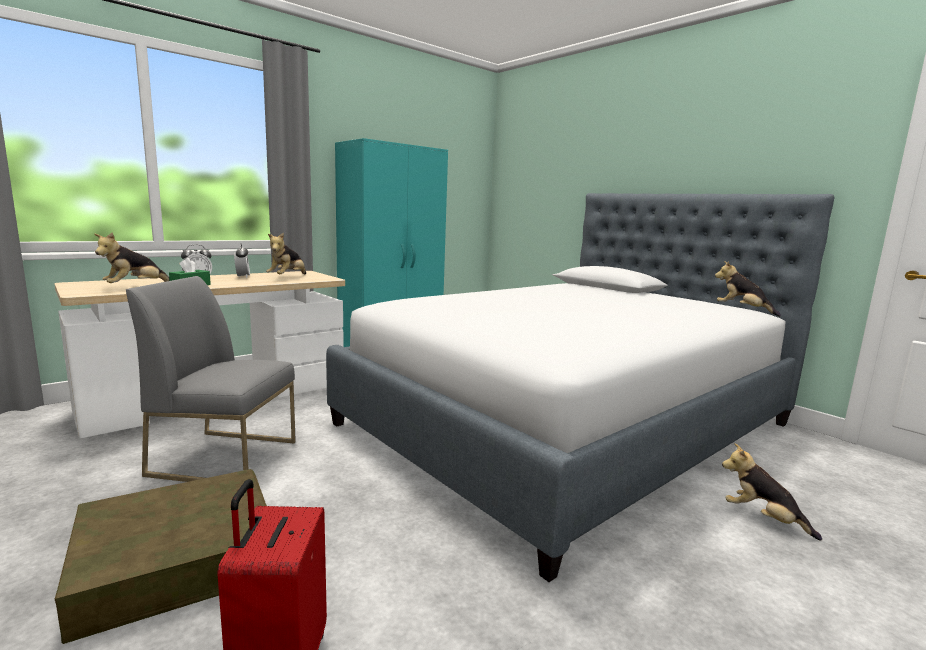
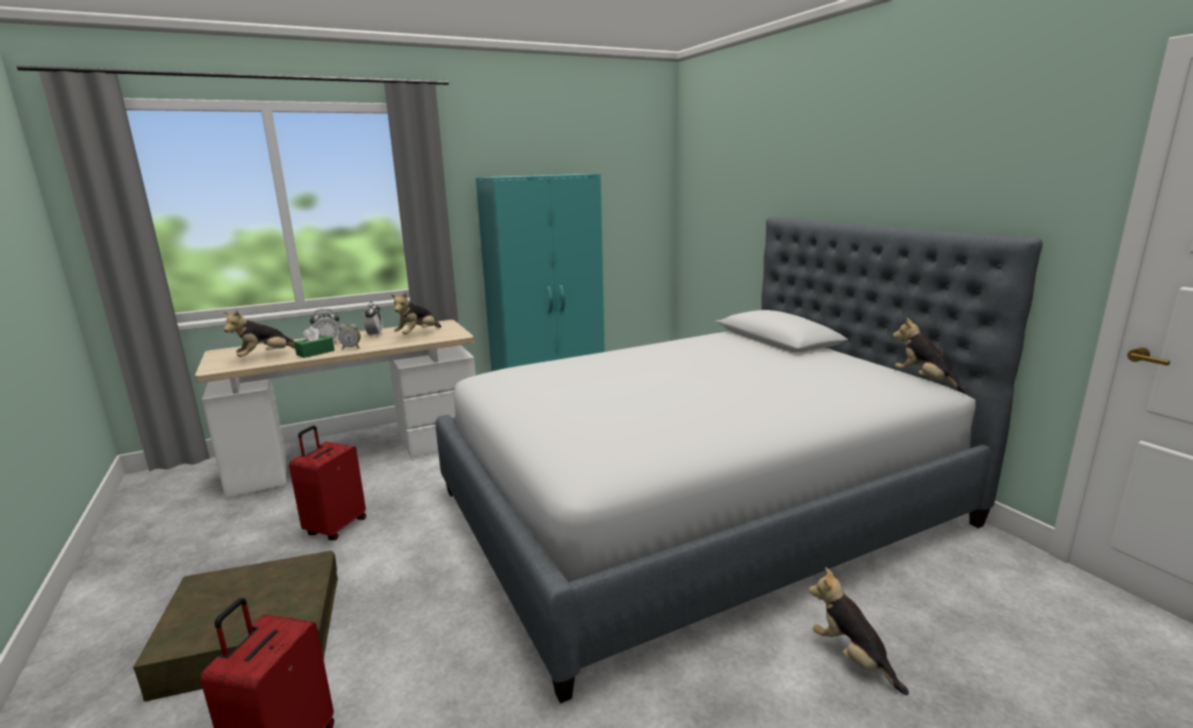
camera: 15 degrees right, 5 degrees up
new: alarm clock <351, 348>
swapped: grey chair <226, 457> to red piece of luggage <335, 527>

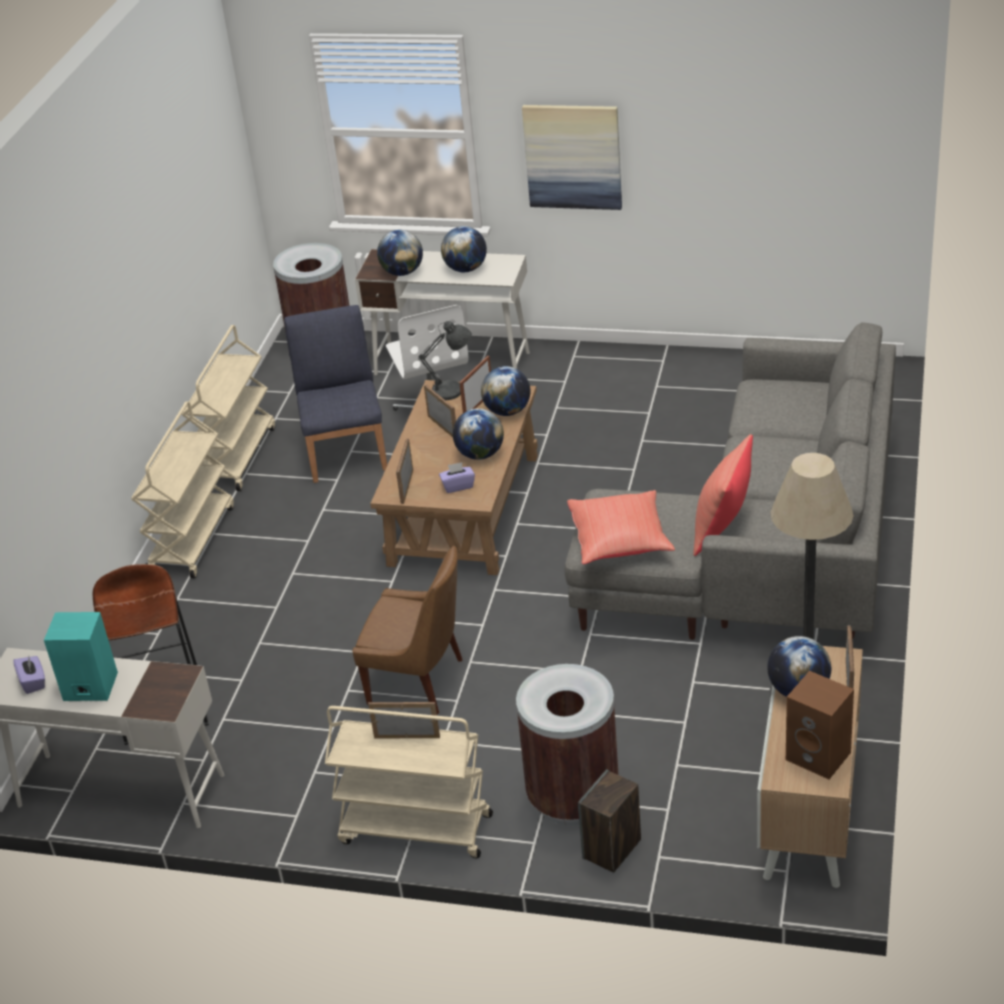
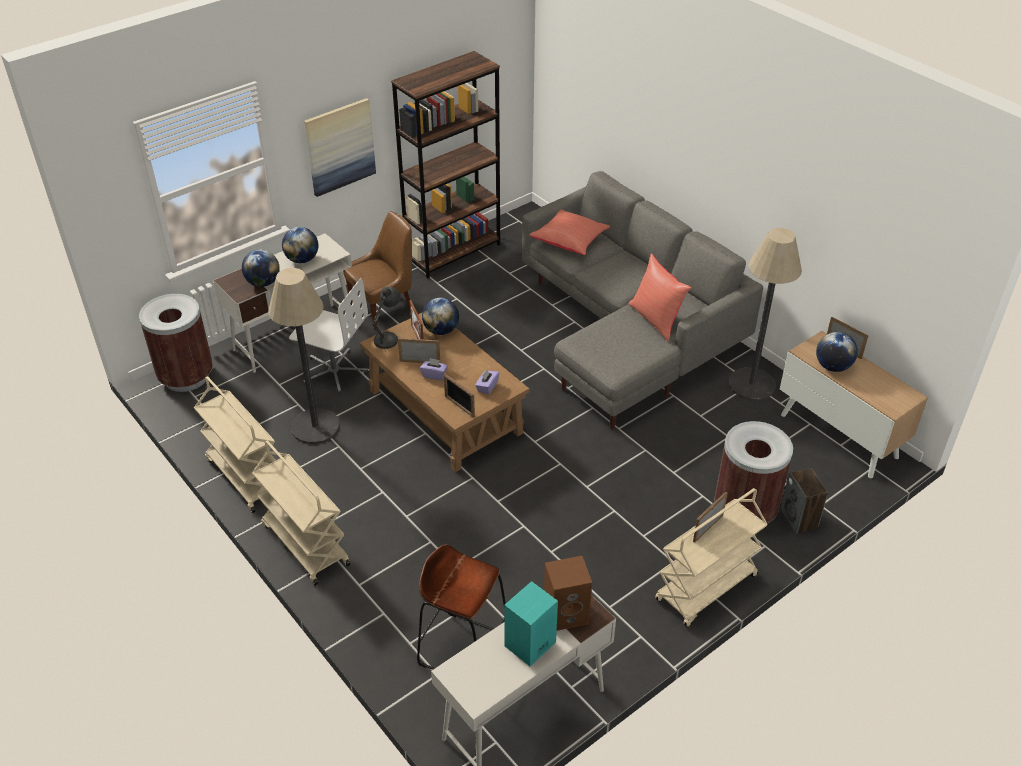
camera: 55 degrees left, 5 degrees up
gone: desk globe <480, 454>
new: brown-coloured bookshelf <453, 252>
shifted: red cushion <620, 542> to <570, 241>; brown-coloured chair <419, 682> to <384, 308>; purple box of tissues <33, 682> to <434, 375>; brown-coloured speaker <820, 756> to <566, 613>
swapped: blue-coloured chair <346, 451> to standing lamp <315, 426>

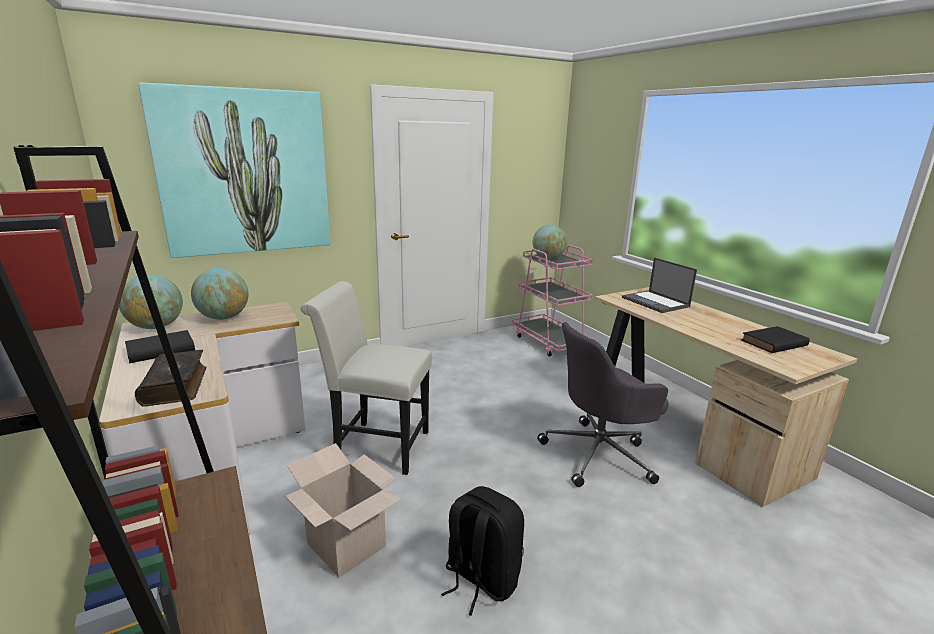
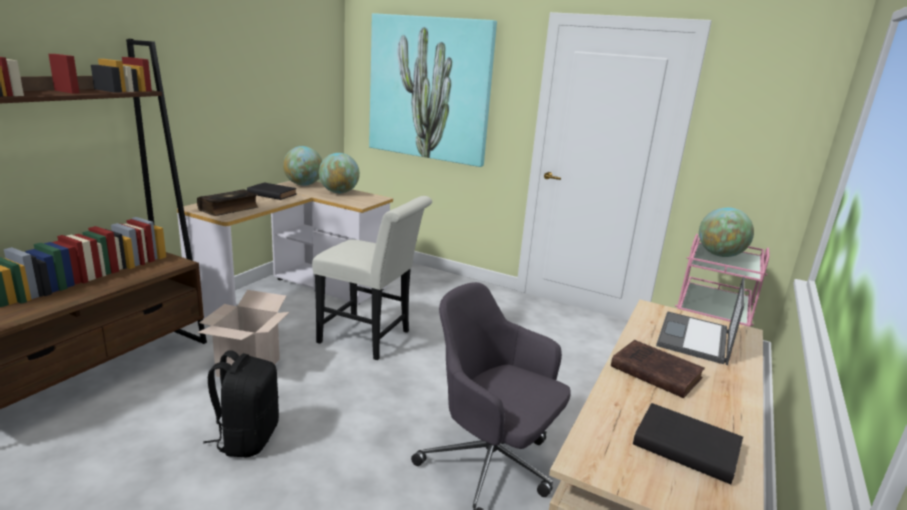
camera: 55 degrees right, 0 degrees up
new: brown-coloured volume <653, 372>
rotated: white-coloured chair <375, 446> = <370, 338> 135 degrees clockwise

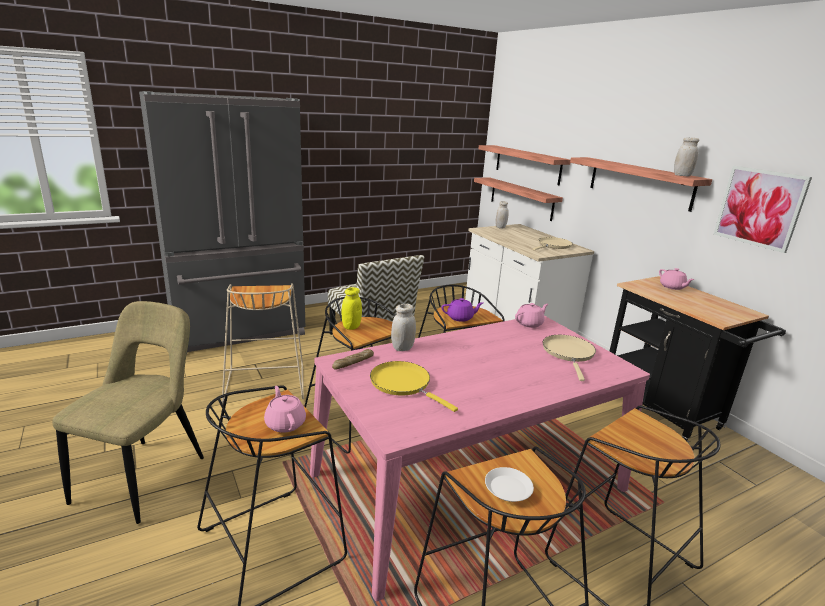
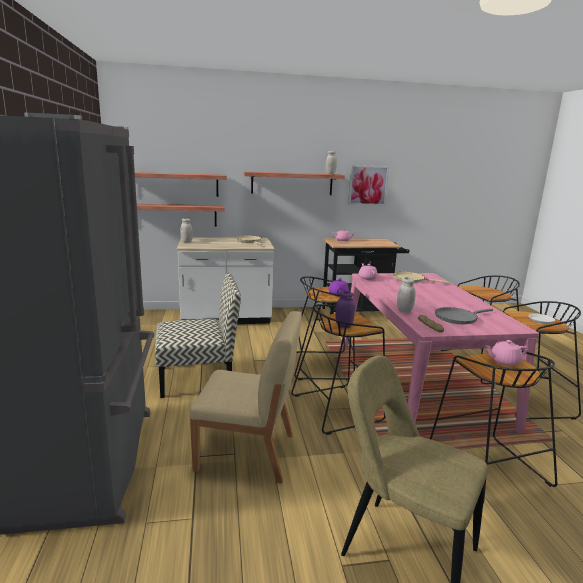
camera: 70 degrees left, 5 degrees down
swapped: sand-coloured stool seat <264, 383> to sand-coloured chair <247, 453>
repainted: yellow-coloured preserve jar <351, 327> to purple preserve jar <343, 326>; yellow-coloured pan <403, 384> to grey pan <457, 318>

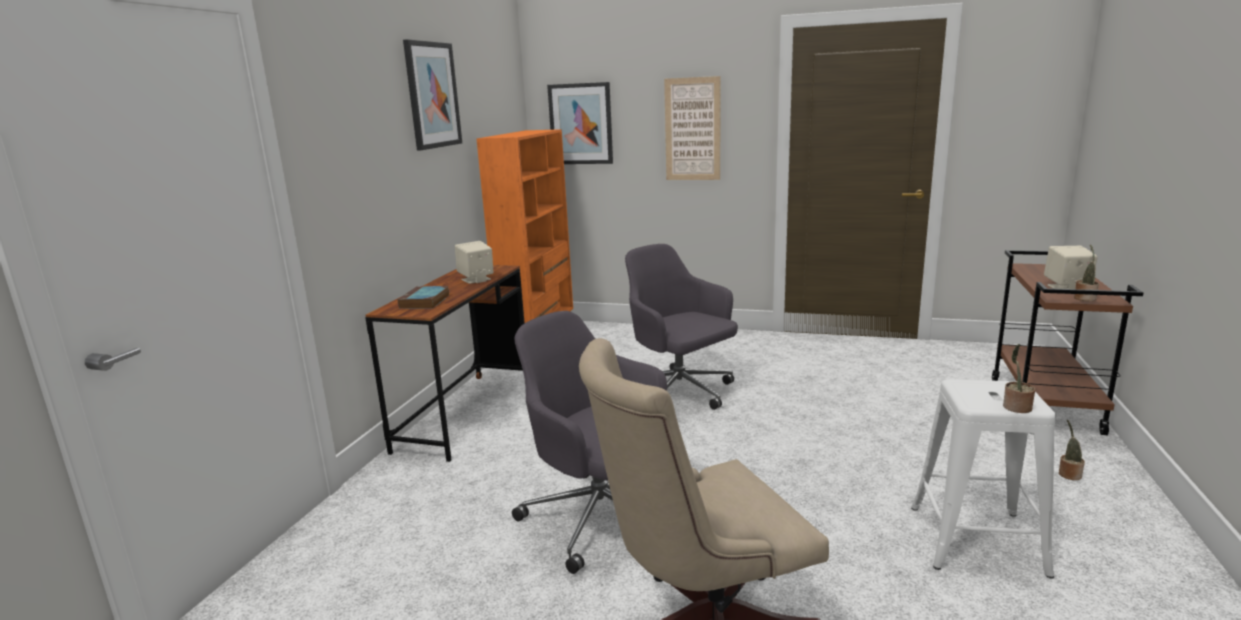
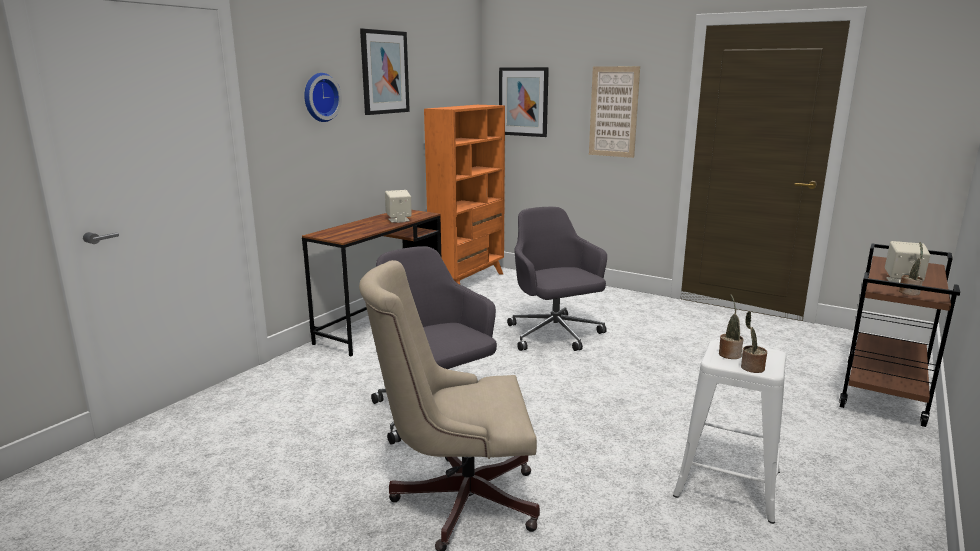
camera: 15 degrees right, 0 degrees up
gone: volume <425, 302>
new: hanging clock <319, 97>
shifted: potted plant <1068, 474> to <729, 354>

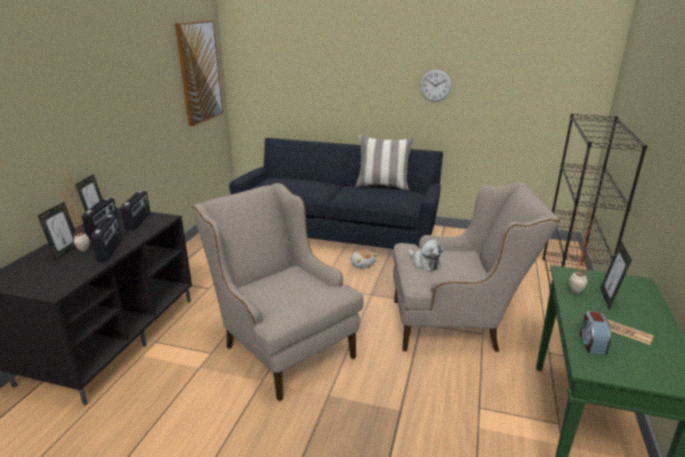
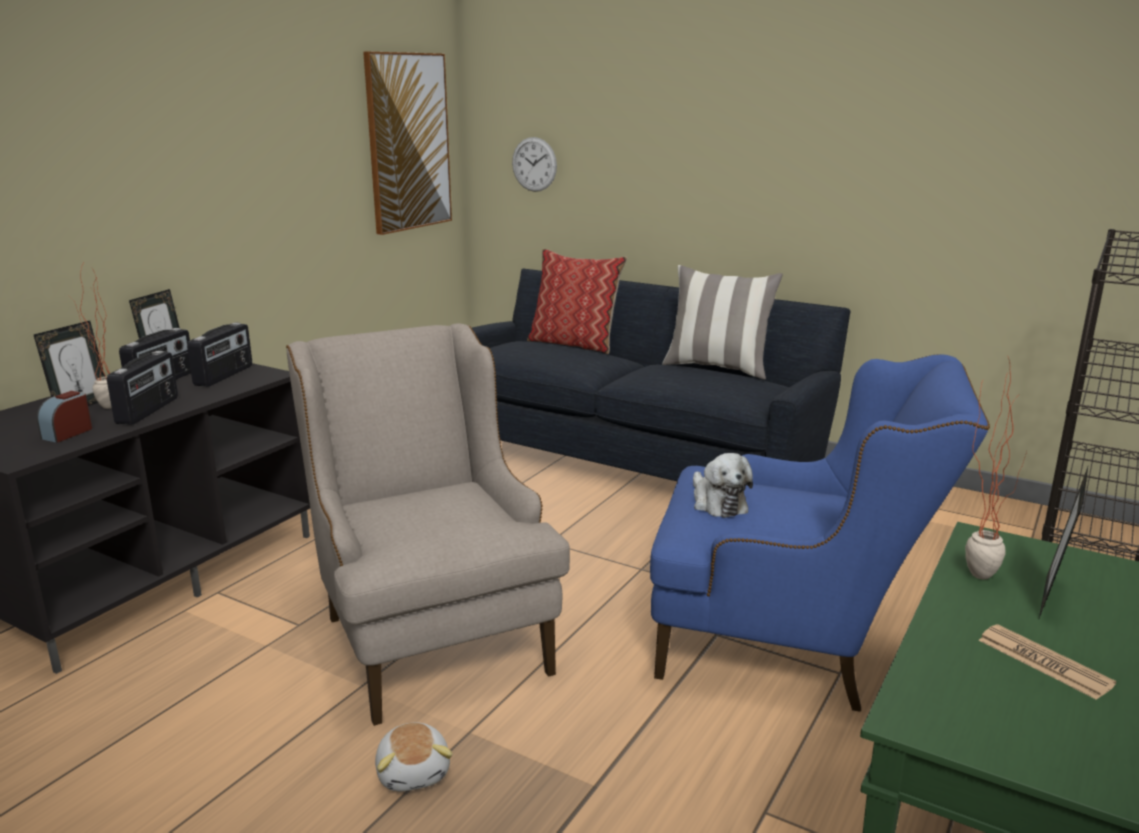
camera: 15 degrees right, 5 degrees down
new: cushion <575, 344>
shifted: hanging clock <435, 85> to <534, 164>; plush toy <362, 264> to <414, 772>; alarm clock <592, 343> to <67, 433>
repainted: sand-coloured lounge chair <456, 324> to blue-coloured lounge chair <790, 646>

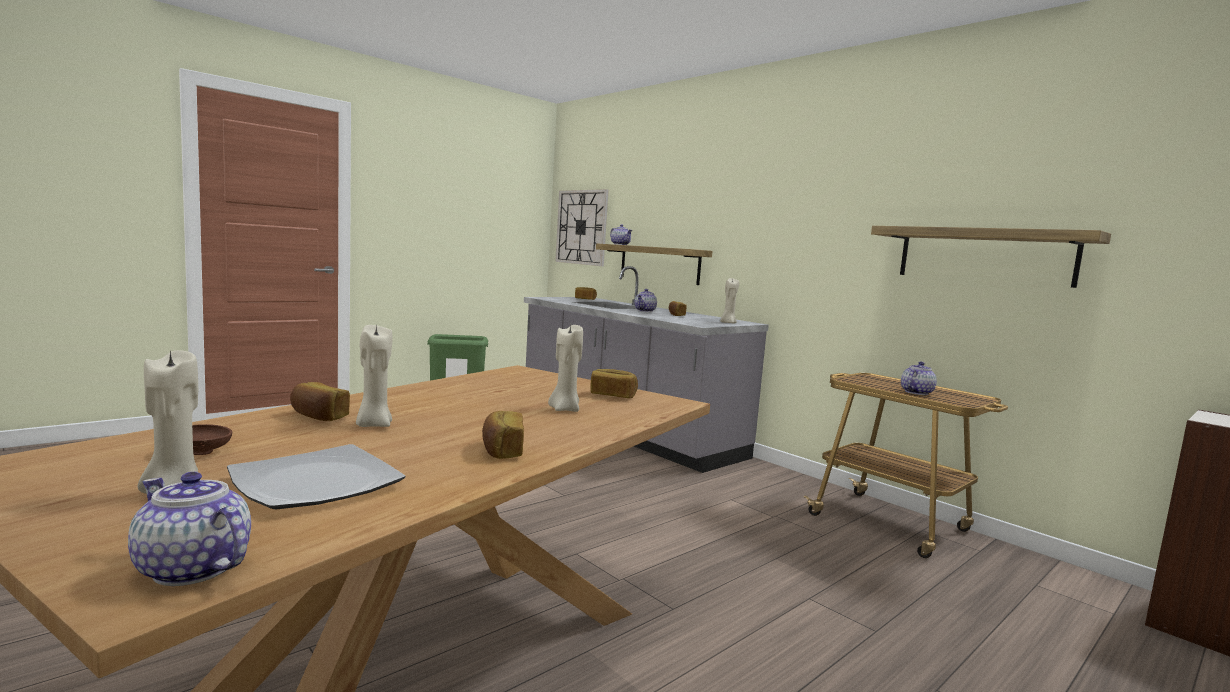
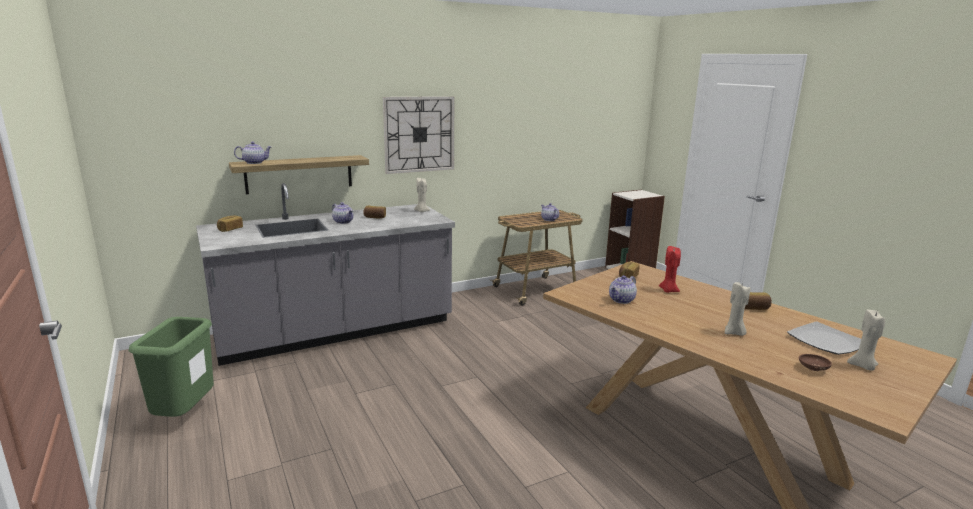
camera: 75 degrees left, 10 degrees up
gone: shelf <984, 255>; bakery bread <318, 416>
shifted: hanging clock <581, 227> to <419, 134>; tea pot <191, 568> to <622, 300>
repainted: sand-coloured wax candle <564, 409> to red wax candle <668, 290>

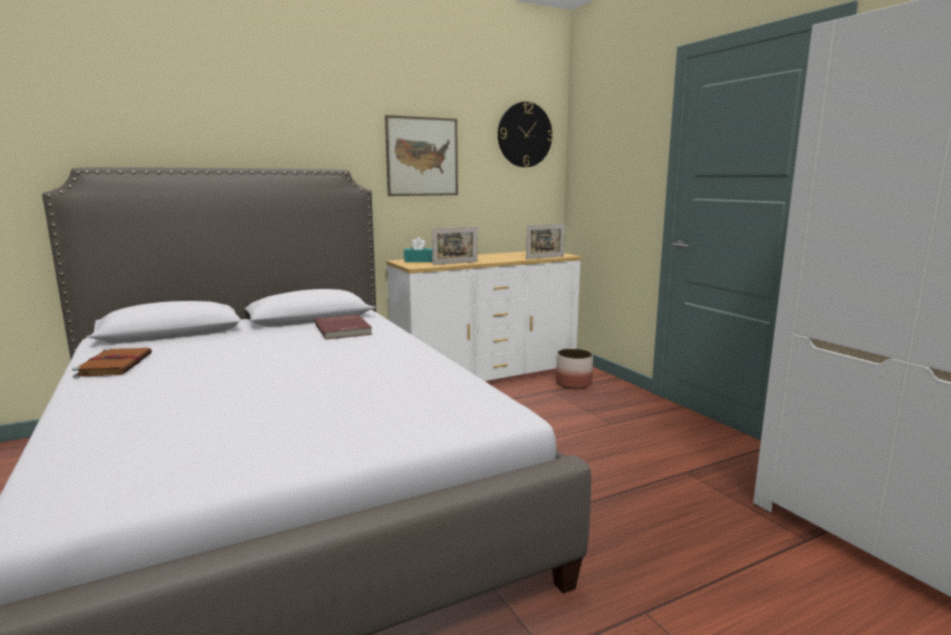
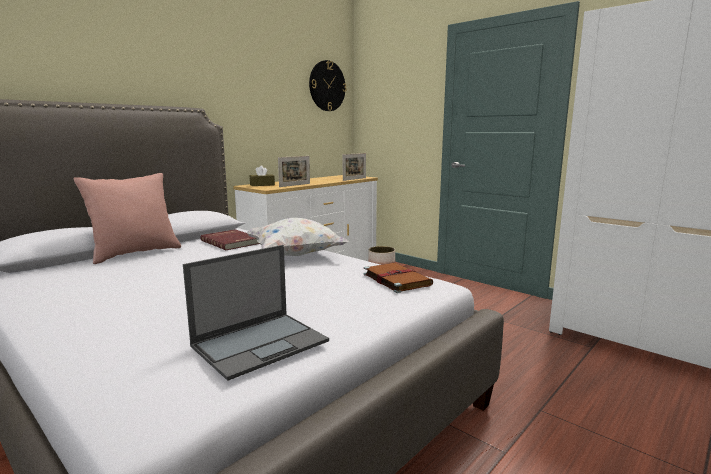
camera: 20 degrees left, 0 degrees up
gone: picture <422, 157>
new: pink-coloured cushion <135, 253>; white-coloured cushion <296, 255>; laptop <261, 343>
shifted: brown-coloured volume <115, 365> to <395, 279>
repainted: turquoise-coloured box of tissues <418, 261> to brown-coloured box of tissues <262, 185>

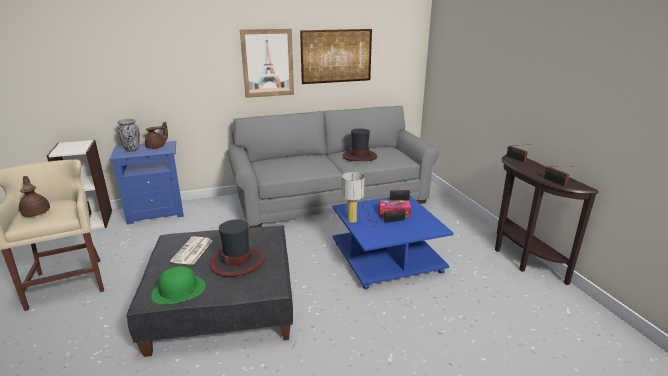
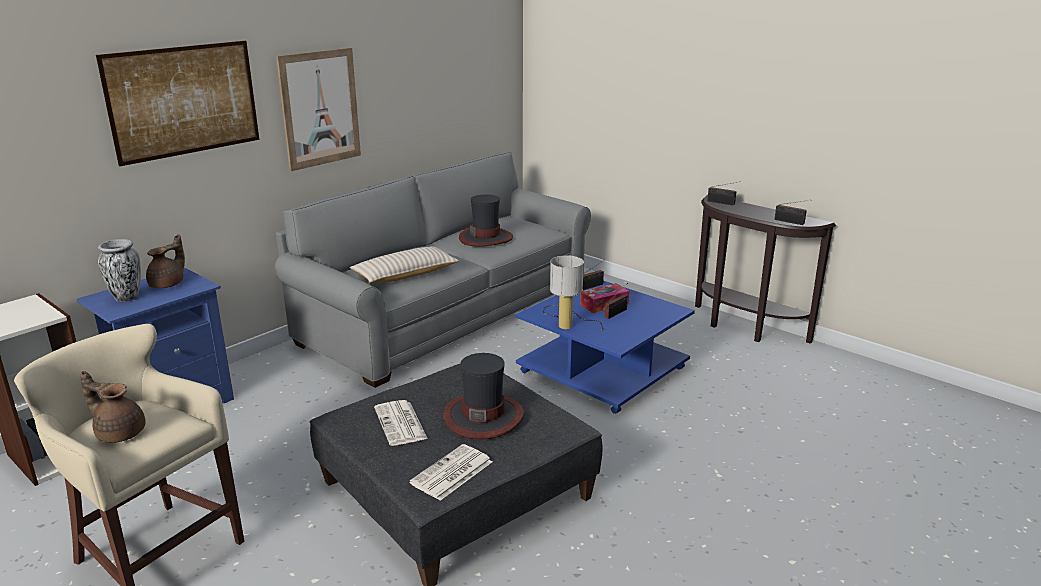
camera: 30 degrees left, 0 degrees up
new: sand-coloured cushion <405, 275>
shifted: picture <336, 56> to <184, 100>
swapped: greenish hat <178, 290> to newspaper <451, 473>

